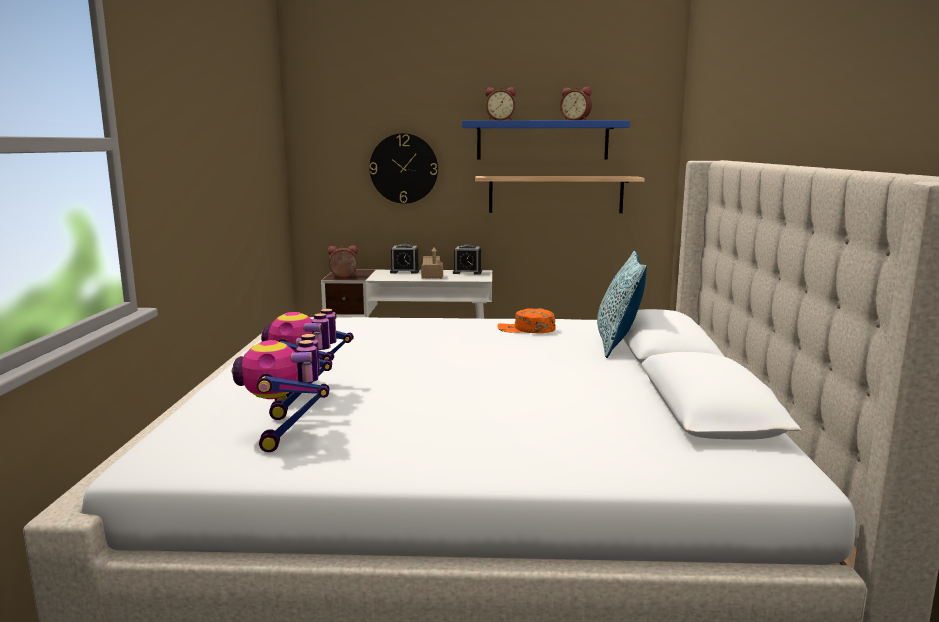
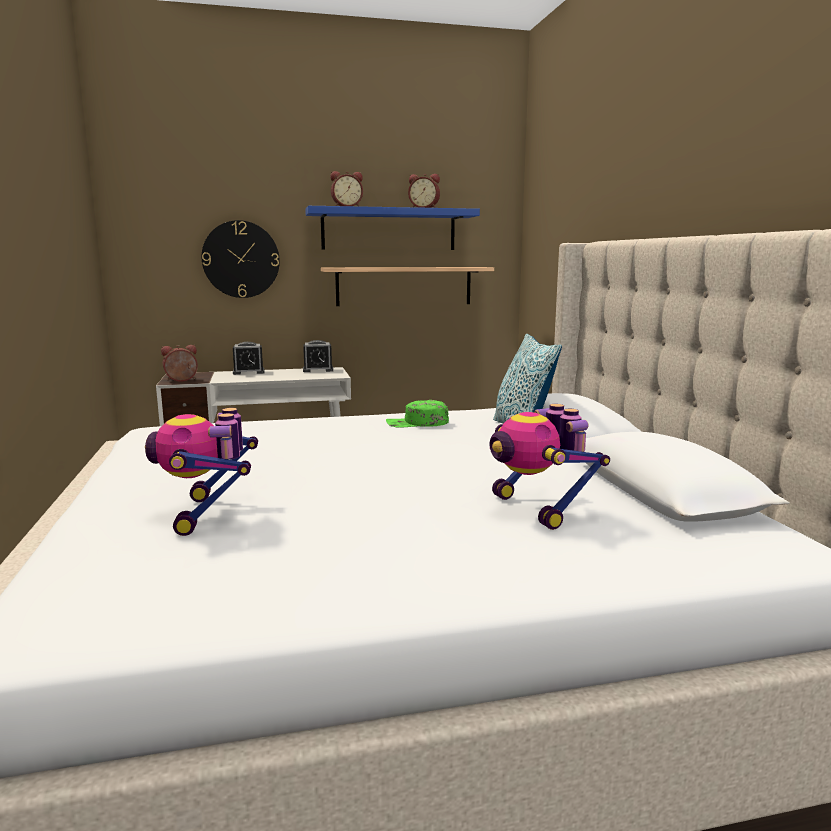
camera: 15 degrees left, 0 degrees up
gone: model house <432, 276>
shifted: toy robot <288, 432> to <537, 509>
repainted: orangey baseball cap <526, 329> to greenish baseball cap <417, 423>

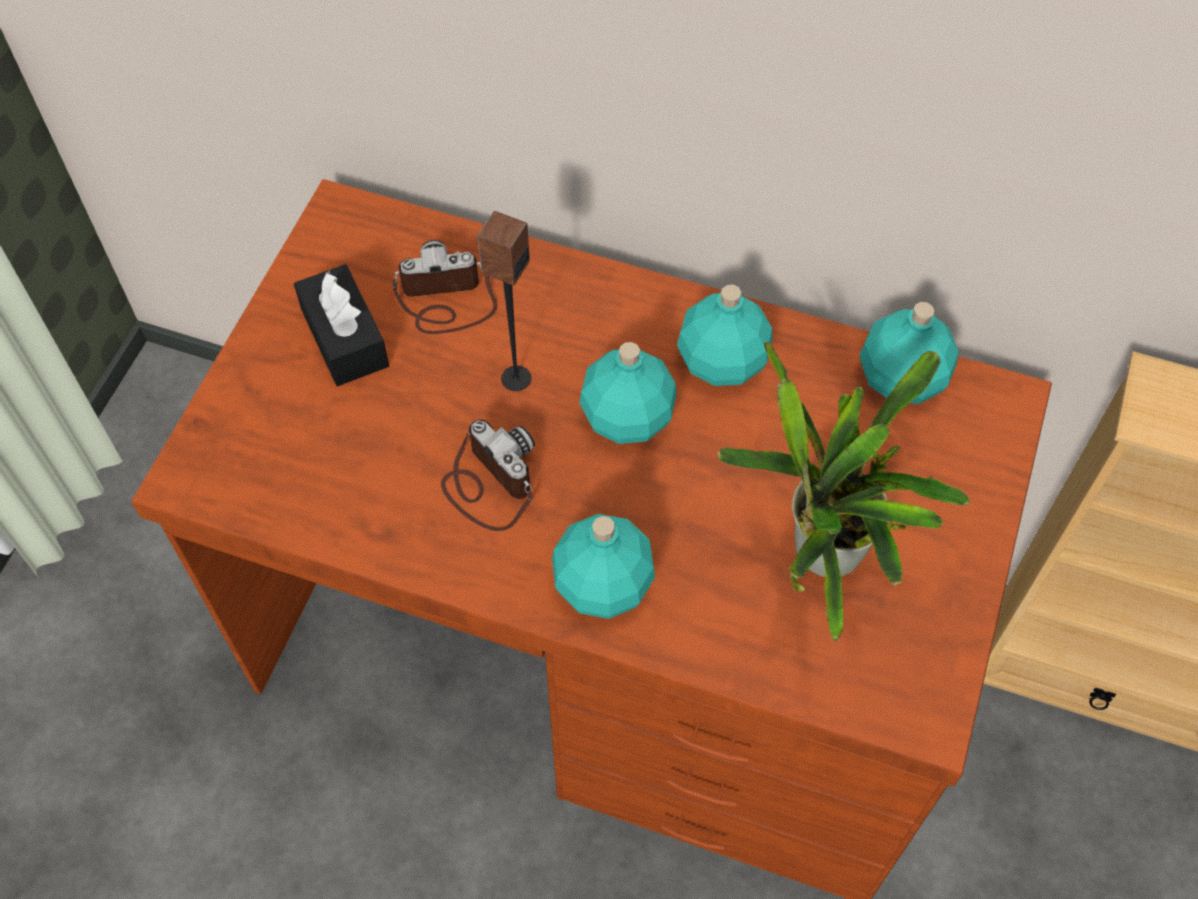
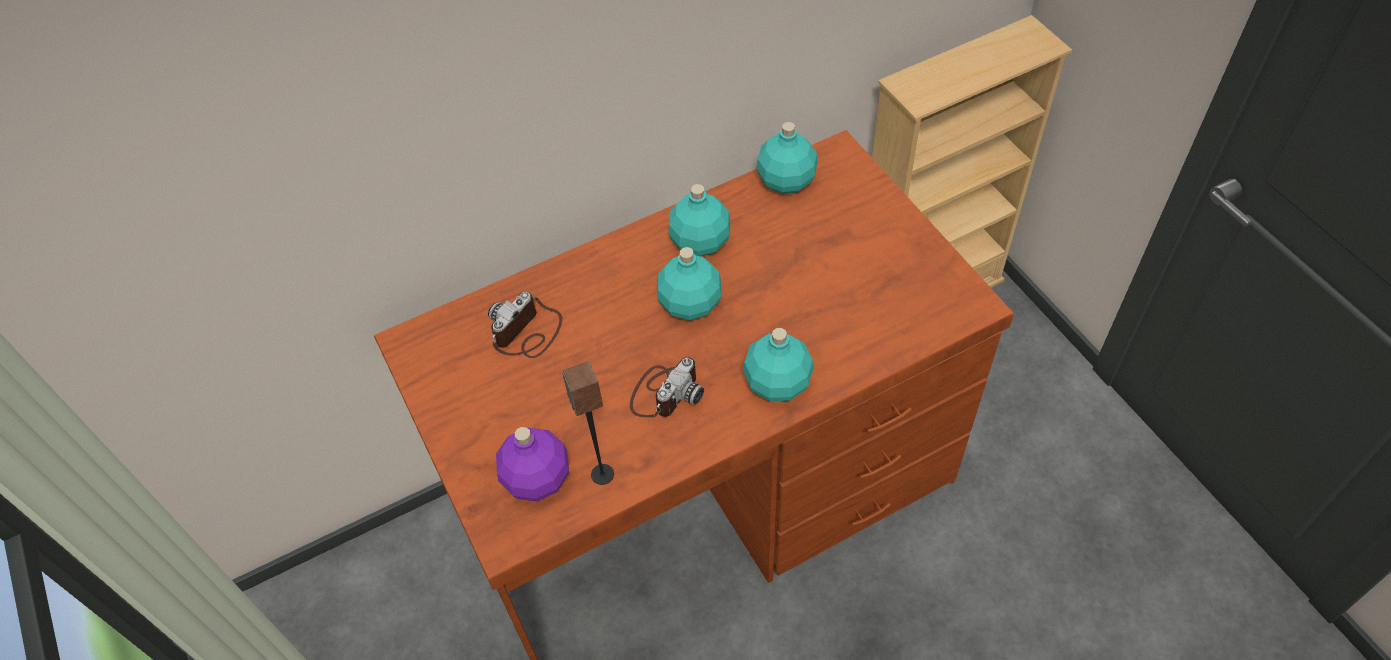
camera: 45 degrees left, 5 degrees down
gone: blackish box of tissues <345, 338>; potted plant <822, 560>
new: purple beverage bottle <536, 479>
shifted: speaker <515, 378> to <602, 474>
rotated: still camera <488, 483> = <665, 392> 120 degrees clockwise

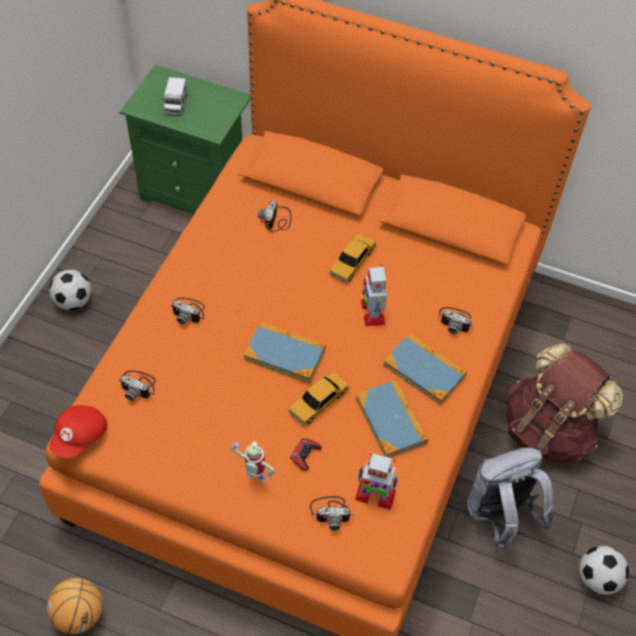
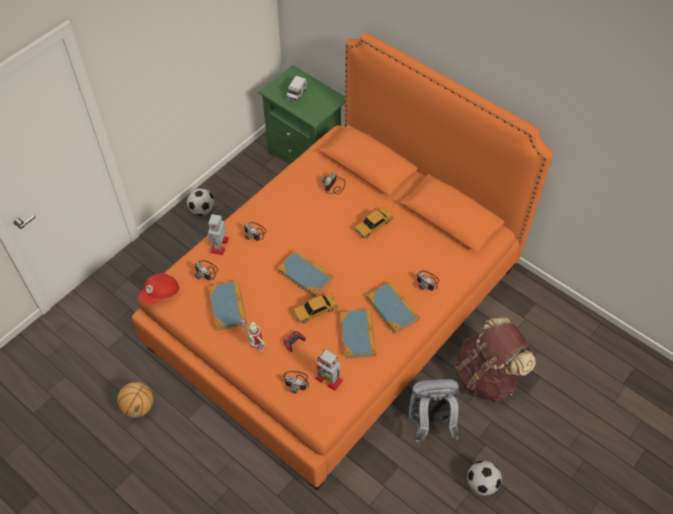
camera: 20 degrees right, 0 degrees up
new: volume <228, 306>
shifted: toy robot <372, 312> to <219, 245>

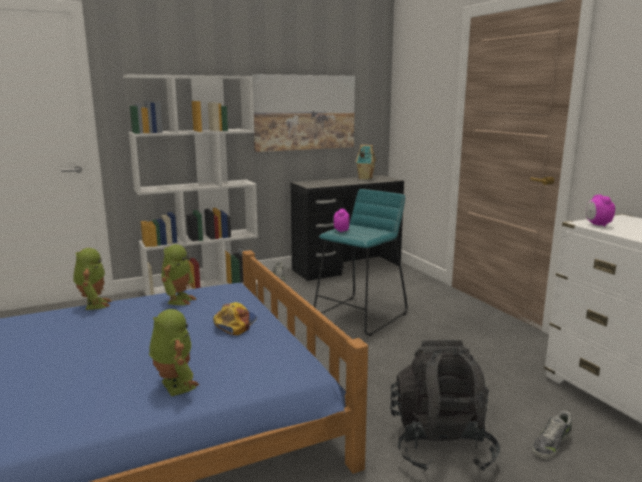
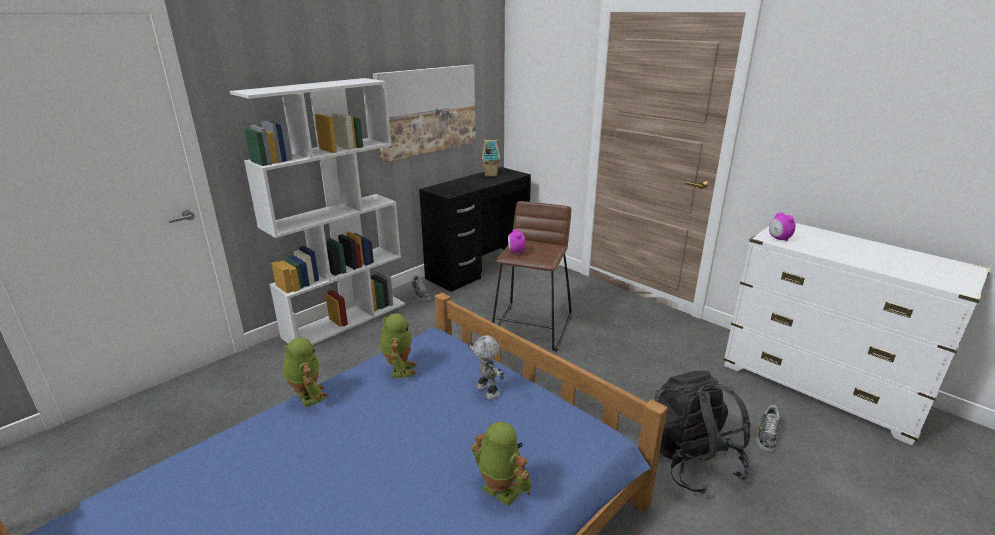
camera: 20 degrees left, 10 degrees up
swapped: baseball cap <235, 324> to toy robot <486, 391>
repainted: turquoise-coloured stool seat <360, 316> to brown-coloured stool seat <532, 328>

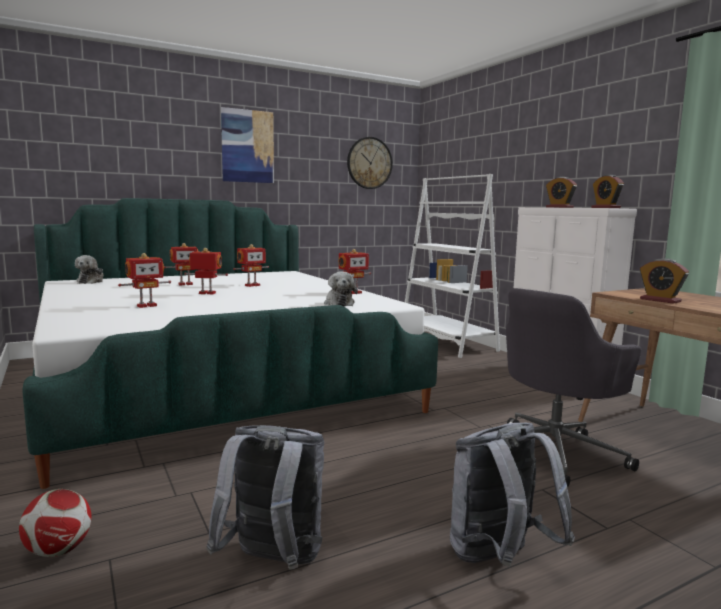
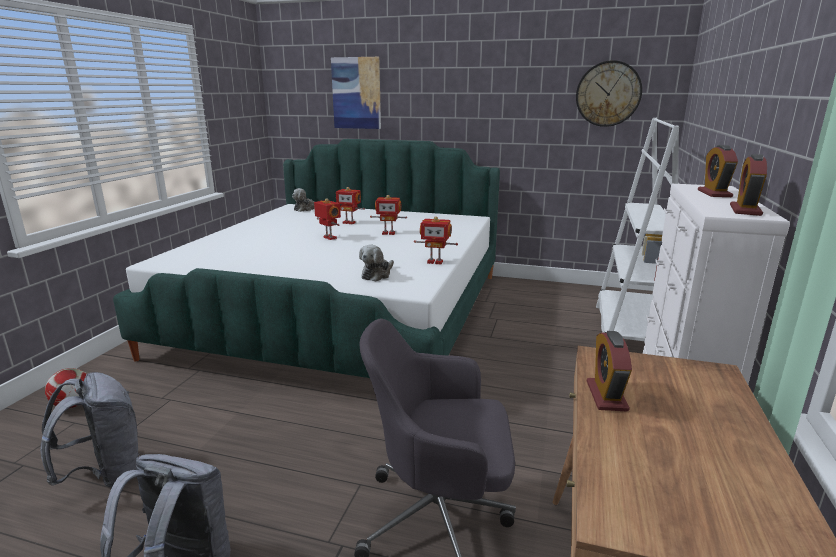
camera: 45 degrees right, 10 degrees up
gone: toy robot <146, 306>
shifted: picture <247, 146> to <356, 93>

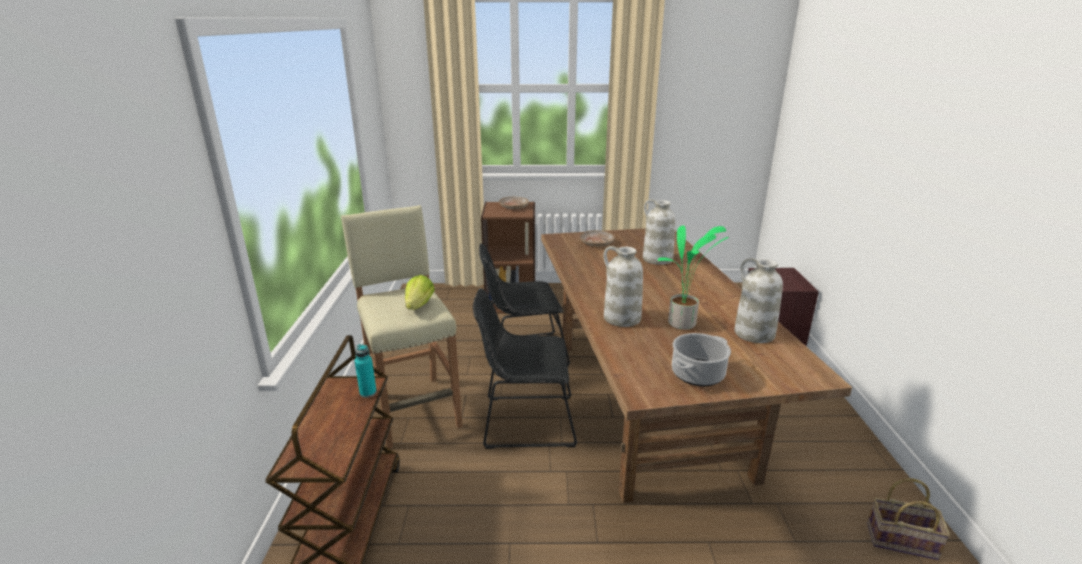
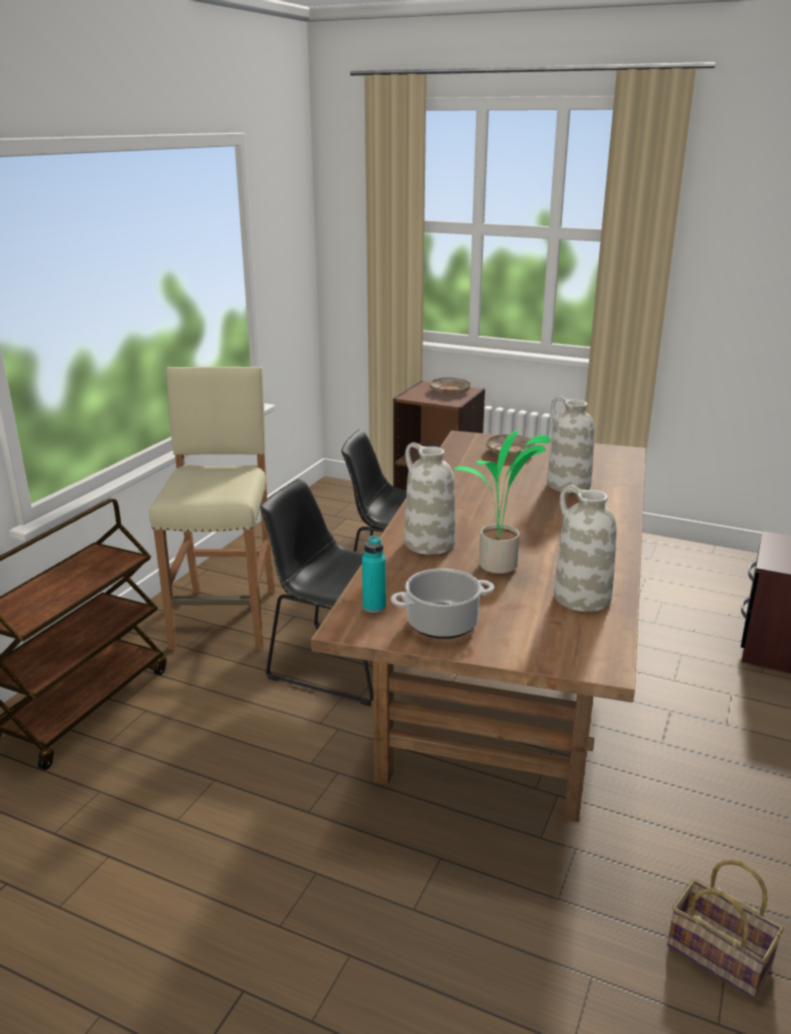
camera: 25 degrees right, 0 degrees up
gone: lettuce head <419, 306>
shifted: turquoise-coloured beverage bottle <368, 392> to <374, 607>

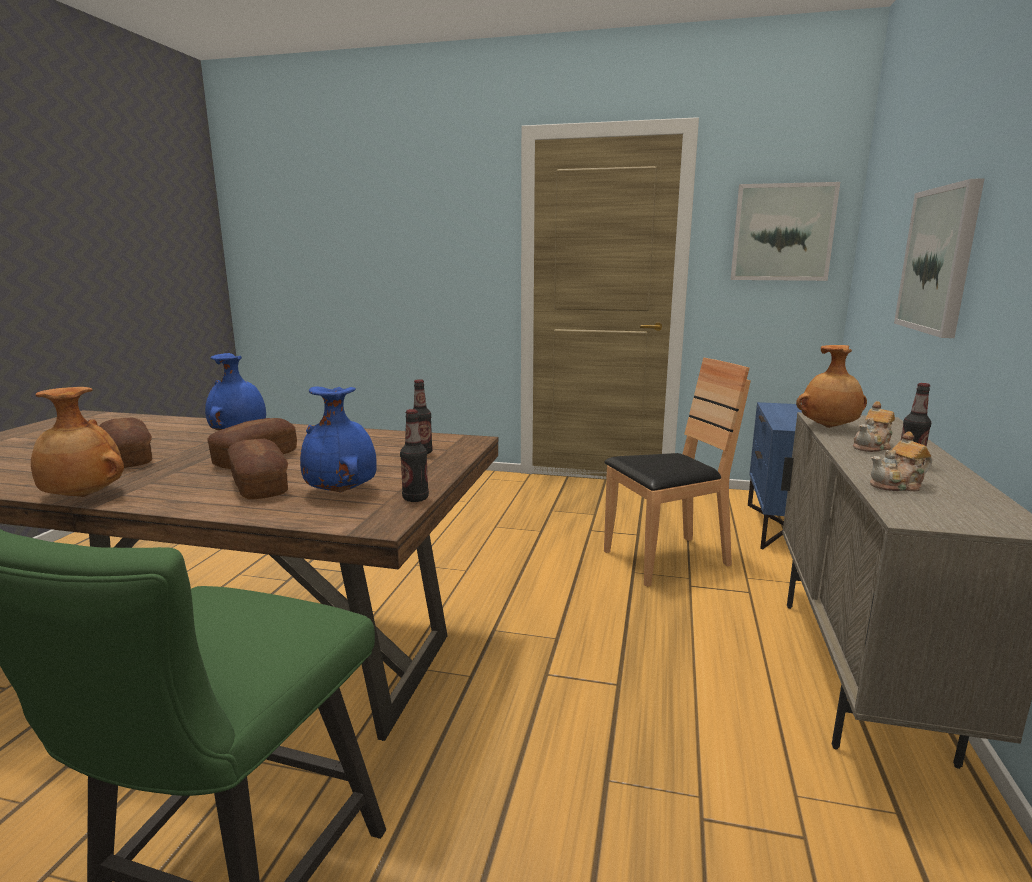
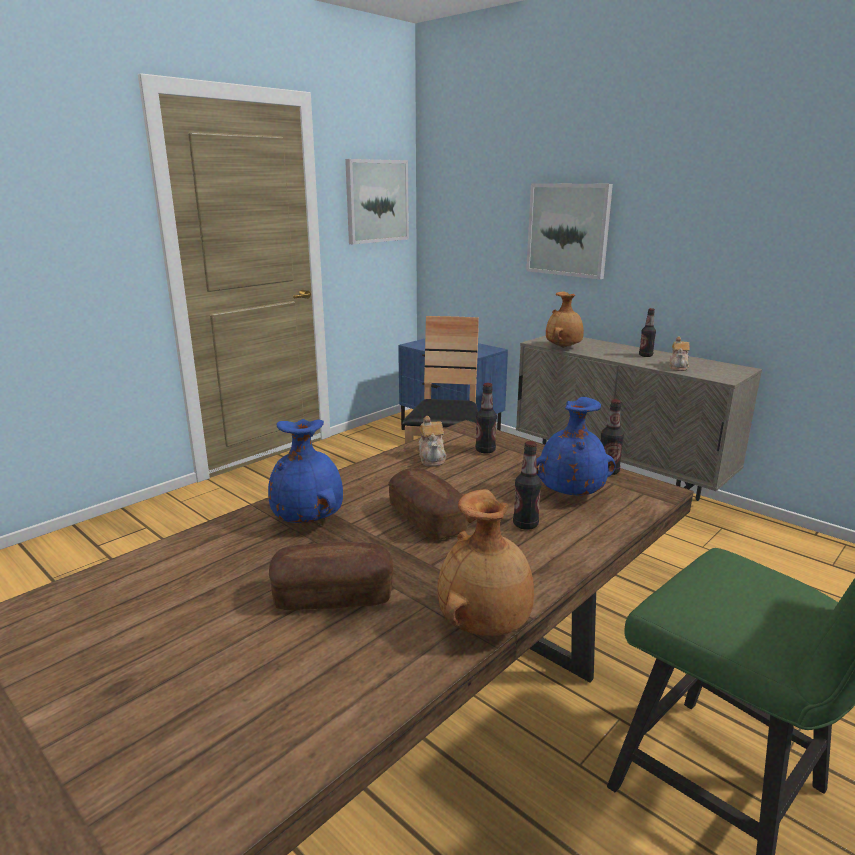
camera: 60 degrees left, 5 degrees up
shifted: tea pot <872, 447> to <432, 458>
swapped: bakery bread <259, 485> to beverage bottle <525, 524>

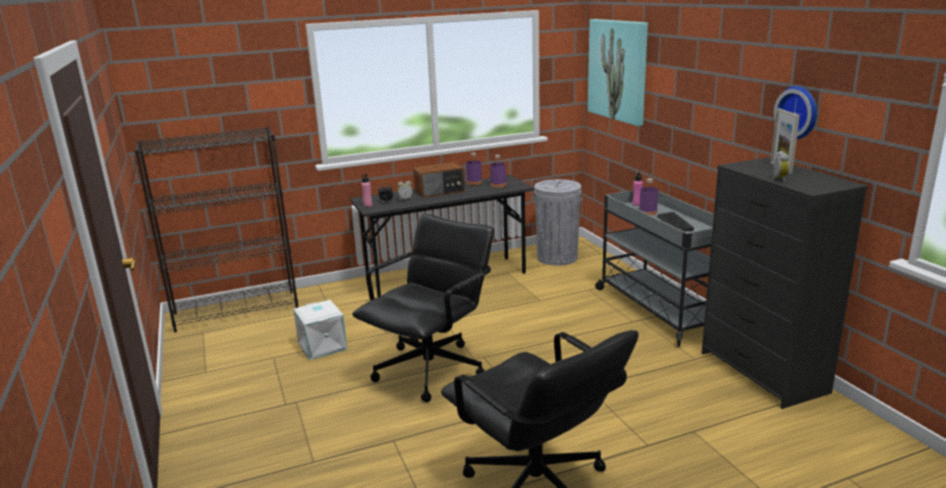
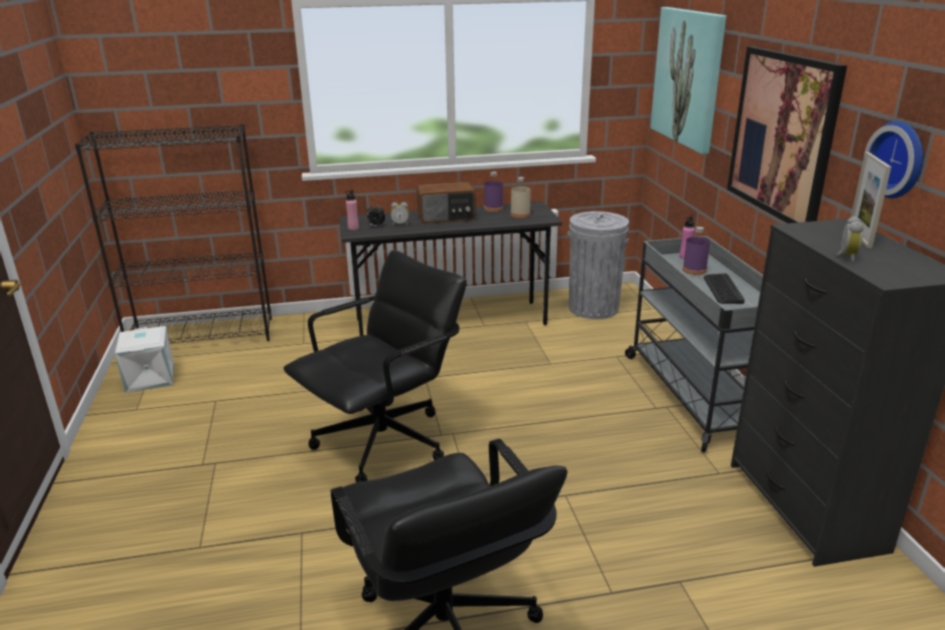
camera: 10 degrees right, 5 degrees up
new: picture <782, 135>
shifted: white-coloured storage box <323, 346> to <151, 378>
repainted: purple beverage bottle <498, 185> to sand-coloured beverage bottle <520, 214>

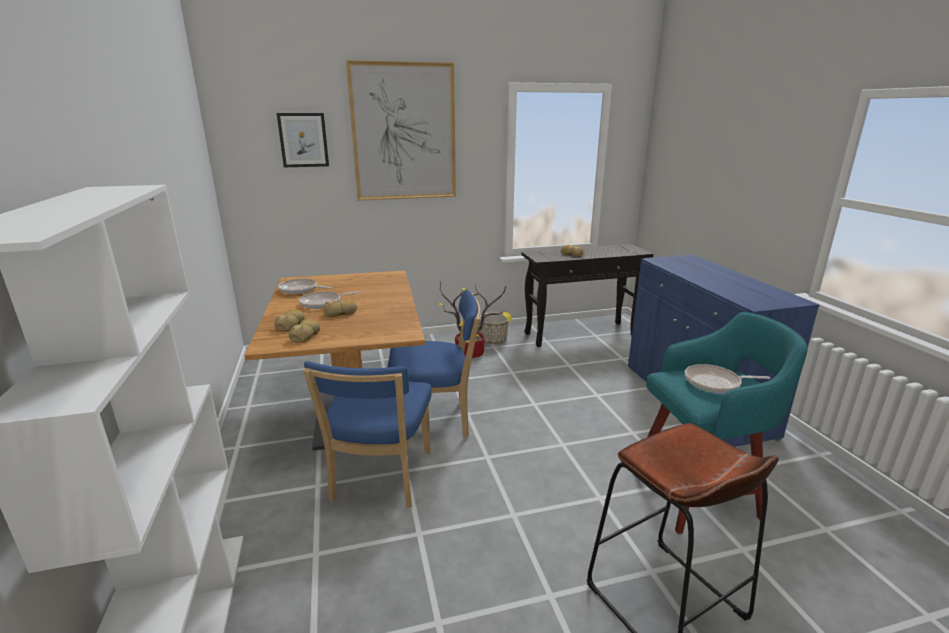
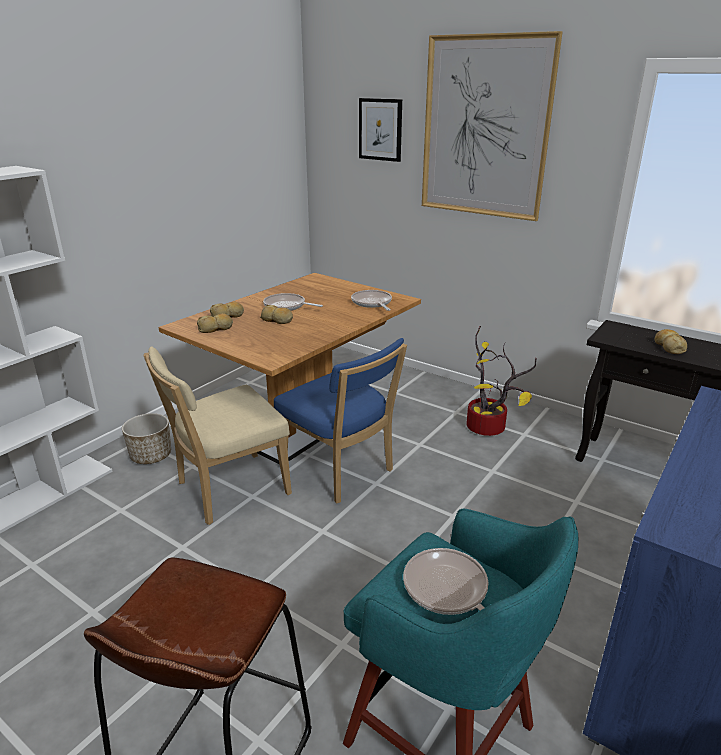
camera: 50 degrees right, 5 degrees up
shifted: pan <300, 290> to <372, 303>; plant pot <493, 340> to <151, 456>
repainted: blue-coloured chair <380, 479> to sand-coloured chair <228, 490>

